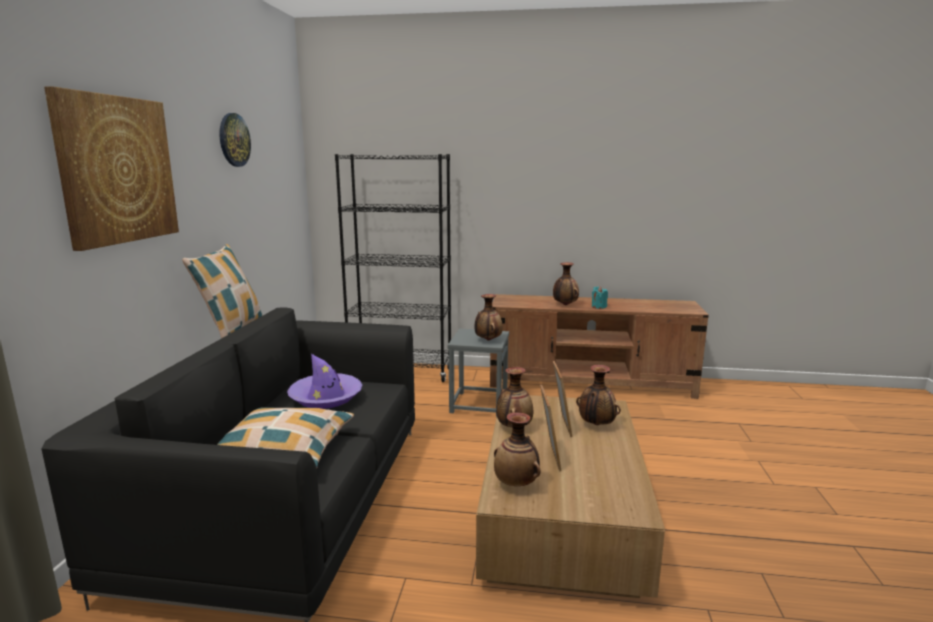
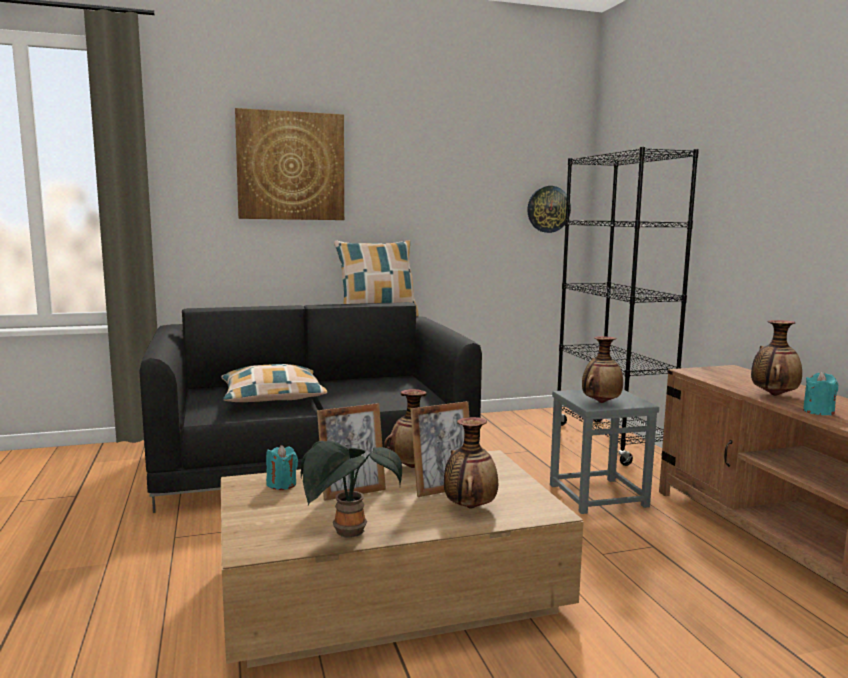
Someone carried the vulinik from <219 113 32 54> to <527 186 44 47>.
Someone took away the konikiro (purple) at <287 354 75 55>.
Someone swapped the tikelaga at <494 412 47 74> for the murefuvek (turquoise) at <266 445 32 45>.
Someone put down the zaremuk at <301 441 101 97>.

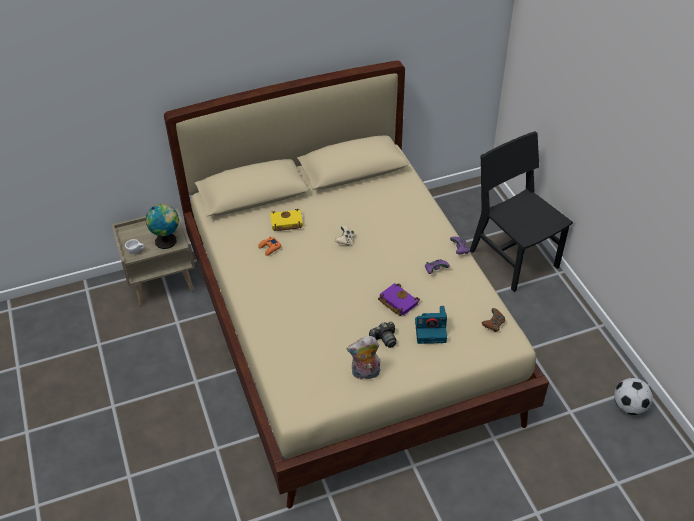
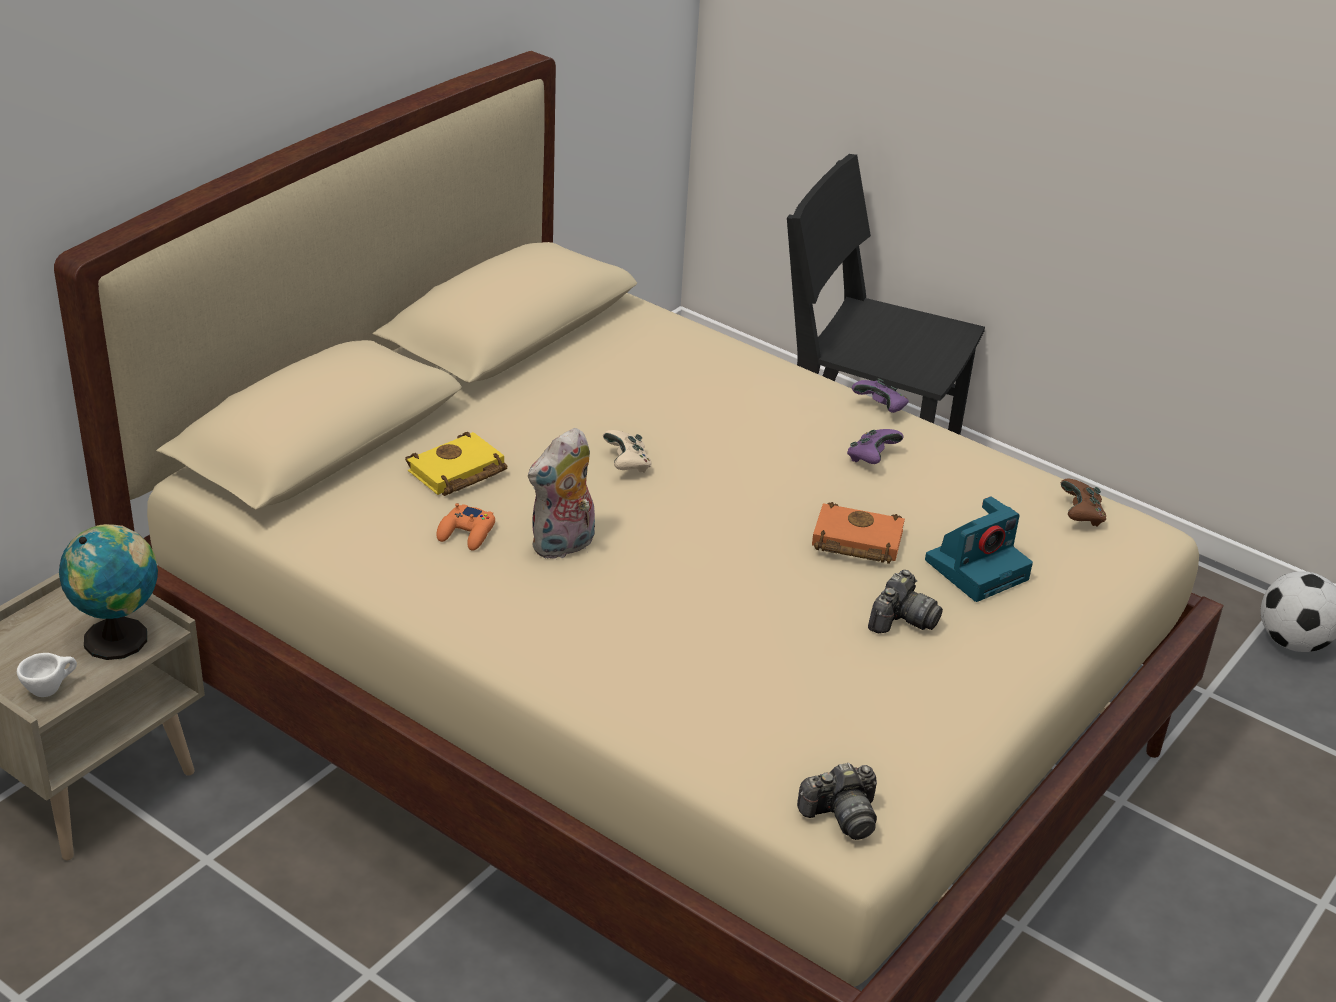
Someone carried the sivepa from <347 336 33 44> to <528 428 67 131>.
Someone repainted the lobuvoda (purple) at <378 283 42 33>, which became the lobuvoda (orange) at <812 502 93 62>.
Someone put down the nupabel at <797 763 80 77>.

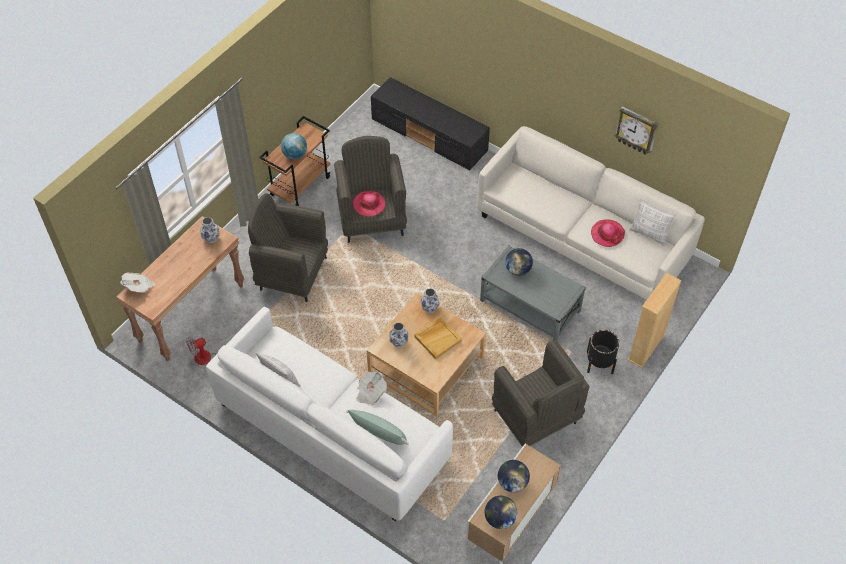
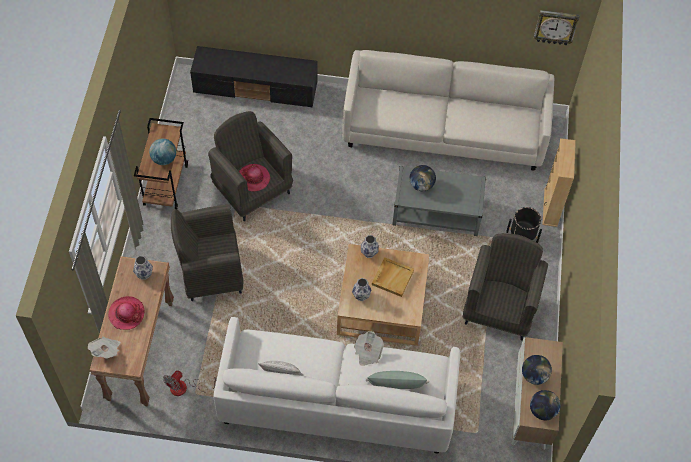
Someone rotated the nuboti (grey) at <492 340 97 107> by 105 degrees counterclockwise.
Someone carried the konikiro from <591 219 34 28> to <108 296 37 34>.
Someone carried the vulinik from <615 106 43 49> to <534 10 45 35>.
Someone took away the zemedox at <629 199 47 47>.

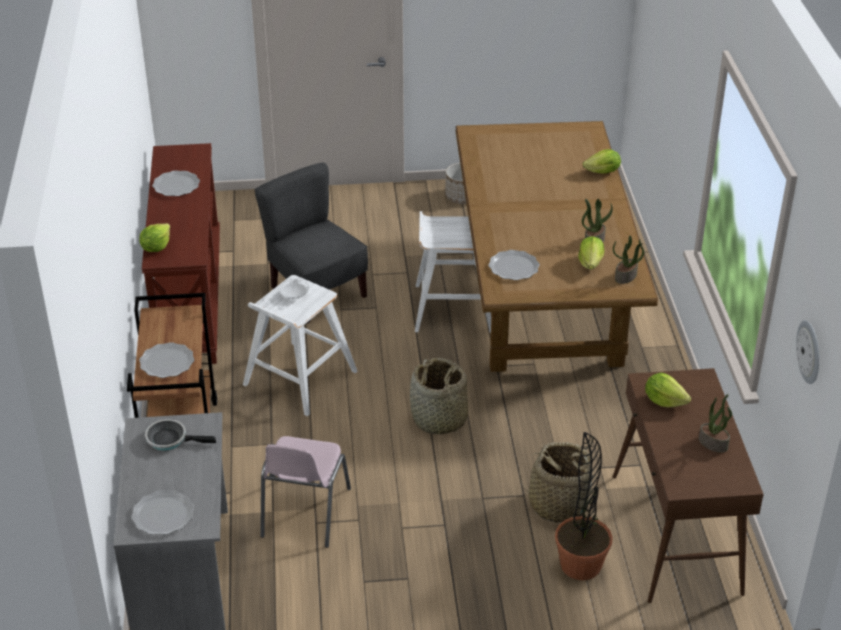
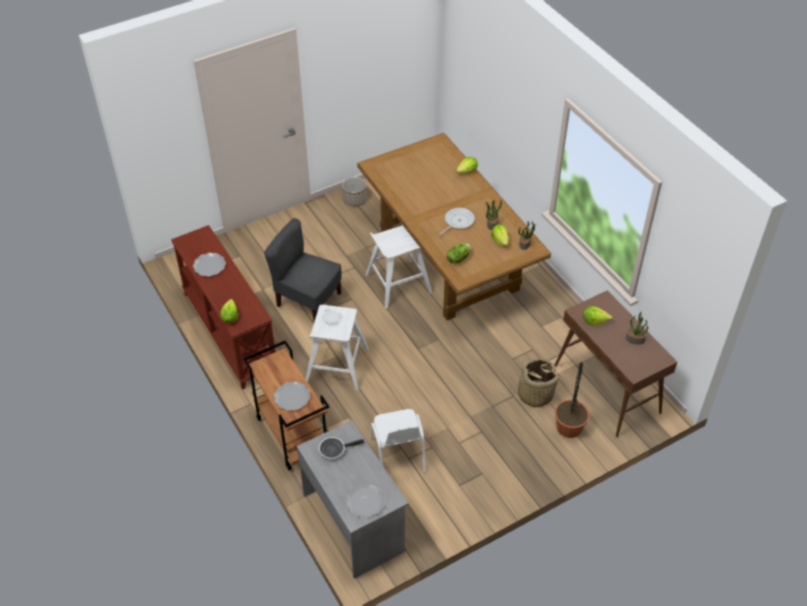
Someone repainted the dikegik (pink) at <260 436 91 112>, which became the dikegik (white) at <370 409 56 63>.
Someone took away the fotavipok at <410 357 58 77>.
Someone swapped the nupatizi at <488 250 52 30> for the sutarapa at <446 243 25 21>.
Someone took away the vulinik at <796 320 23 64>.
Someone put down the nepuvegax at <439 207 36 29>.

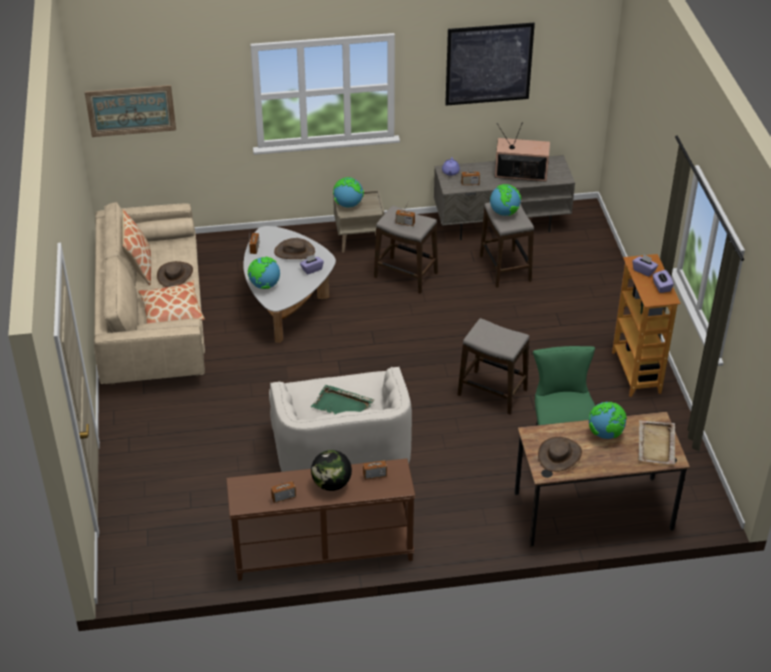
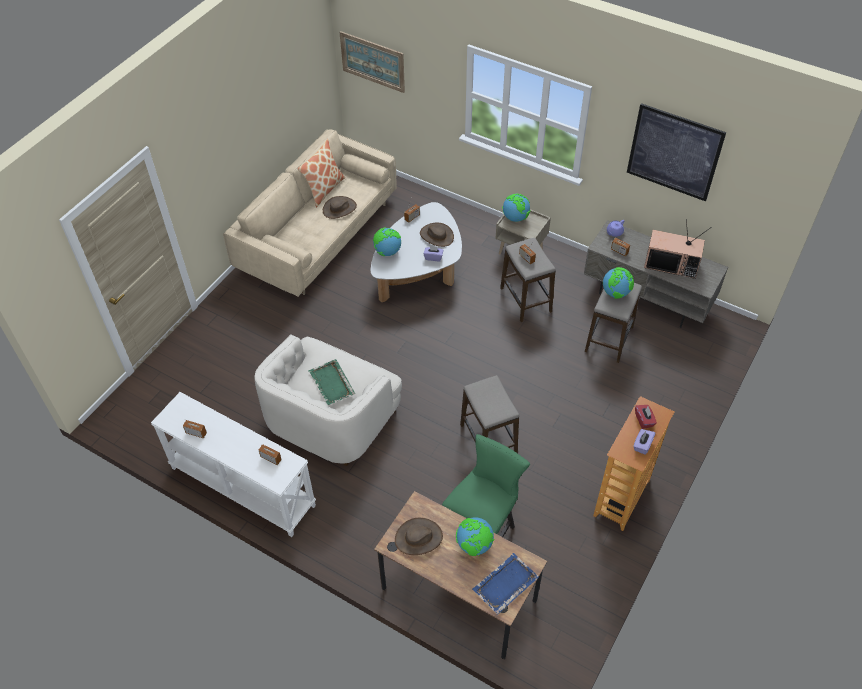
Someone took away the zemedox at <138 280 67 43>.
Someone repainted the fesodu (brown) at <226 458 189 123>, which became the fesodu (white) at <151 392 165 145>.
Someone took away the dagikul at <311 450 41 41>.
Someone rotated the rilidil at <495 122 55 60> by 150 degrees clockwise.
Someone repainted the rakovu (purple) at <632 255 26 22>, which became the rakovu (red) at <635 405 22 24>.
Someone repainted the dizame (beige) at <639 420 36 44>, which became the dizame (blue) at <472 553 67 62>.

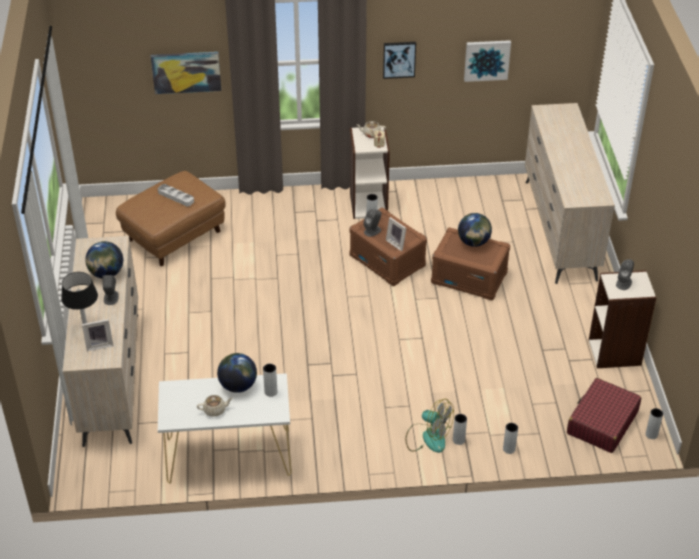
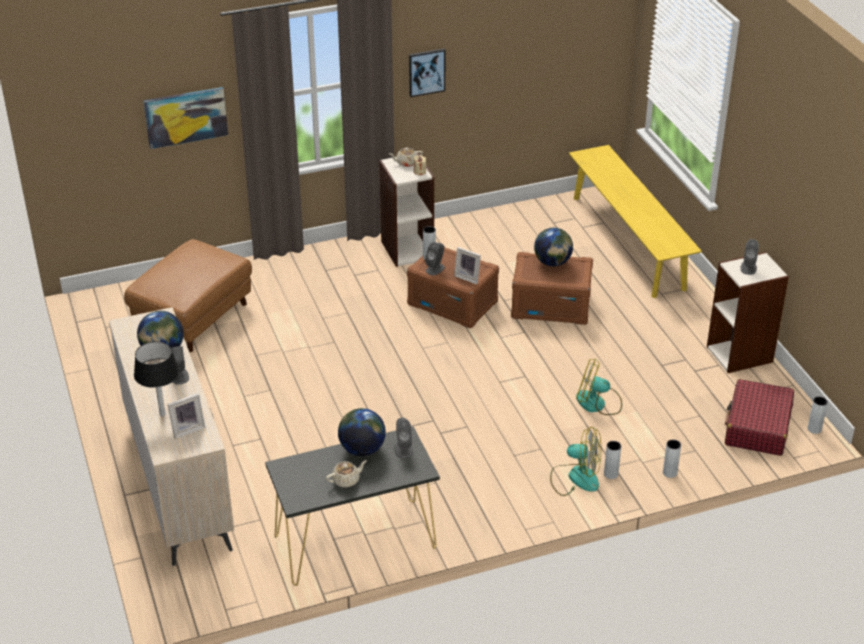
Someone took away the dizame (grey) at <158 184 36 22>.
Someone repainted the fesodu (white) at <158 373 134 111>, which became the fesodu (black) at <265 426 175 160>.
Someone swapped the tikelaga (grey) at <263 363 14 34> for the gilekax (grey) at <394 418 19 40>.
Someone took away the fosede at <464 40 47 42>.
Someone swapped the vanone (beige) at <525 103 90 181> for the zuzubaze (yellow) at <569 145 133 153>.
Someone put down the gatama at <576 358 46 57>.

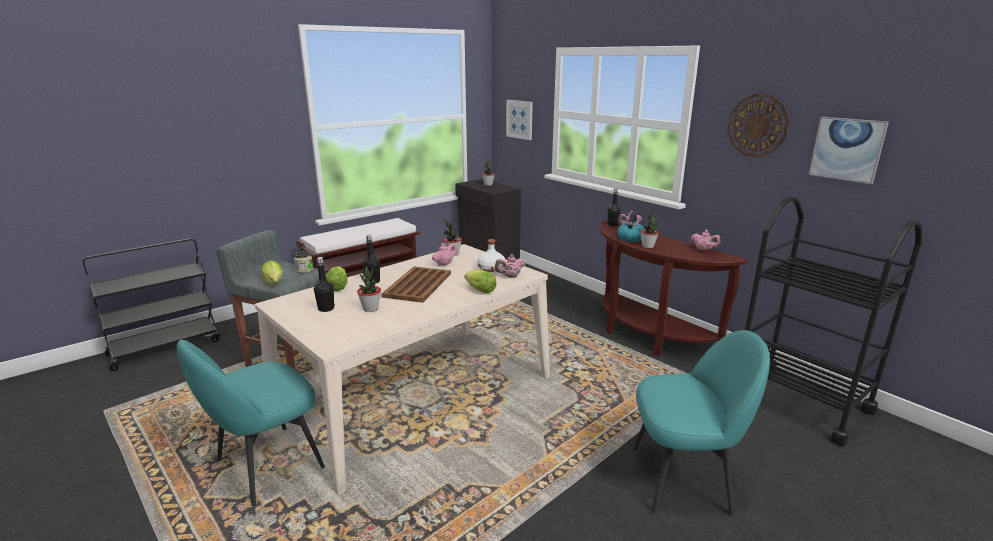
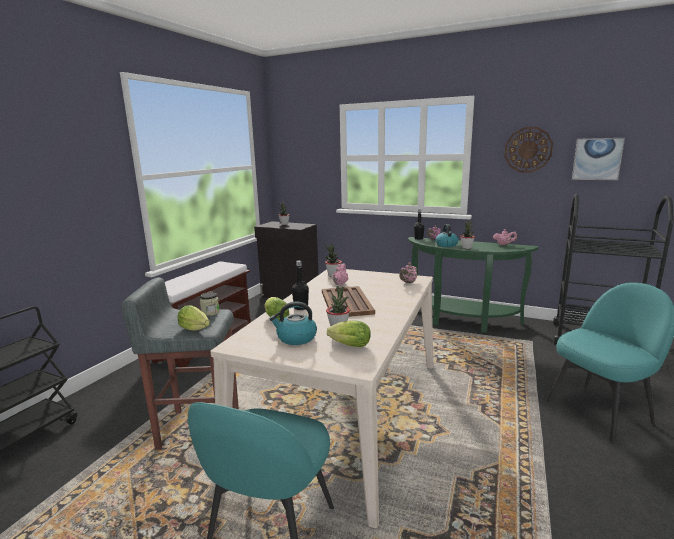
Someone swapped the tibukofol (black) at <314 257 21 55> for the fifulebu at <269 302 48 43>.
Someone carried the sutarapa from <464 270 32 23> to <327 320 44 27>.
Someone took away the tibukofol (white) at <477 239 29 33>.
Someone took away the fosede at <506 100 27 40>.
Someone repainted the fesodu (brown) at <600 220 148 137>, which became the fesodu (green) at <408 237 130 96>.

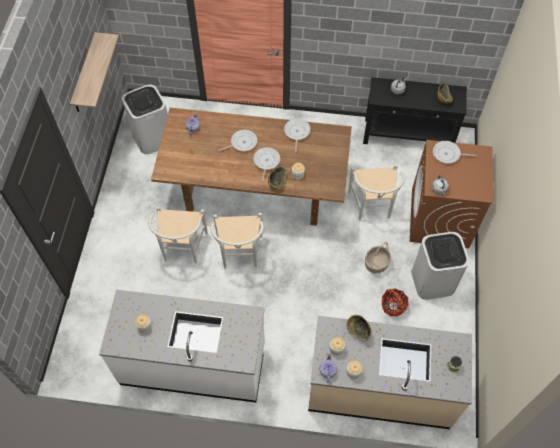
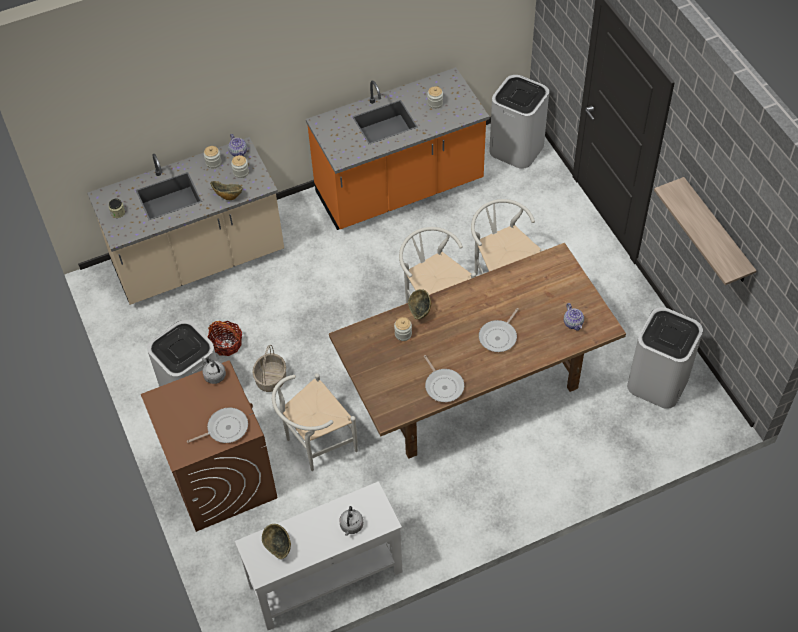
Someone repainted the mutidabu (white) at <99 290 166 112>, which became the mutidabu (orange) at <306 67 183 163>.
Someone took away the nepuvegax at <253 147 27 36>.
Someone rotated the dikegik (white) at <348 164 57 57> by 90 degrees counterclockwise.
Someone repainted the fesodu (black) at <363 77 104 67>, which became the fesodu (white) at <235 481 168 149>.
Someone put down the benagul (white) at <489 75 60 94>.

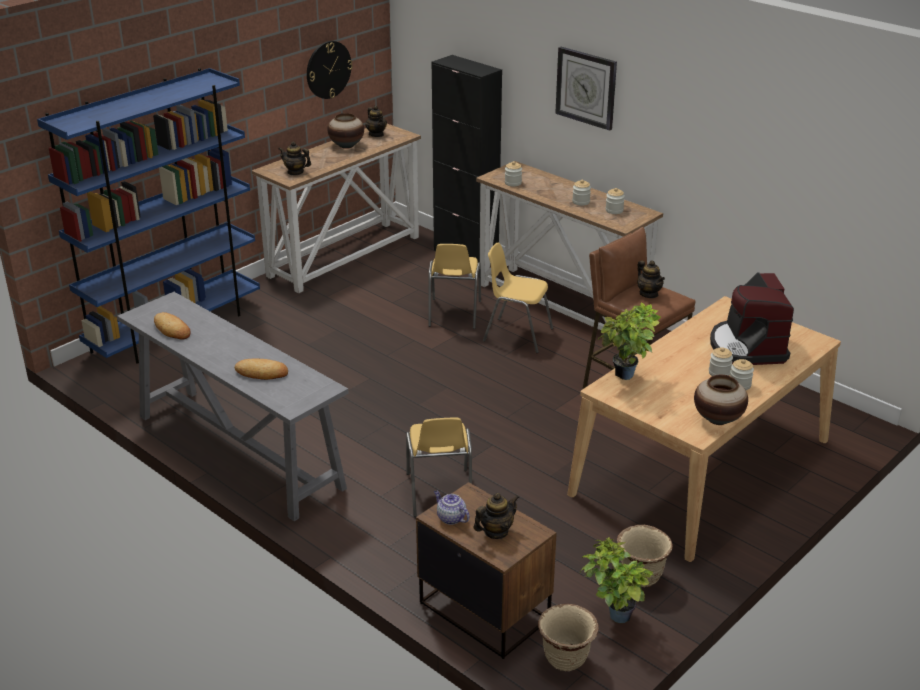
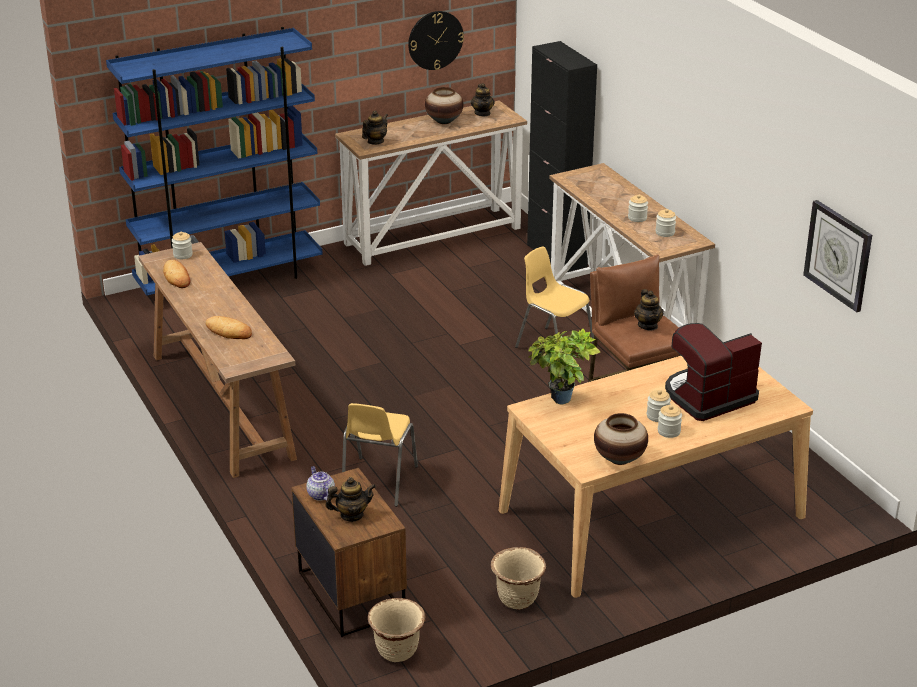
Someone repainted the fesodu (grey) at <117 292 231 229>, which became the fesodu (brown) at <138 242 159 236>.
Someone rotated the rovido at <279 141 32 34> by 90 degrees clockwise.
Someone took away the dikegik (yellow) at <428 244 53 85>.
Someone carried the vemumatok from <505 161 17 26> to <172 232 21 27>.
Someone carried the vulinik from <555 47 62 84> to <803 200 69 113>.
Someone took away the zaremuk at <580 537 73 86>.
Someone rotated the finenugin at <710 272 84 93> by 45 degrees clockwise.

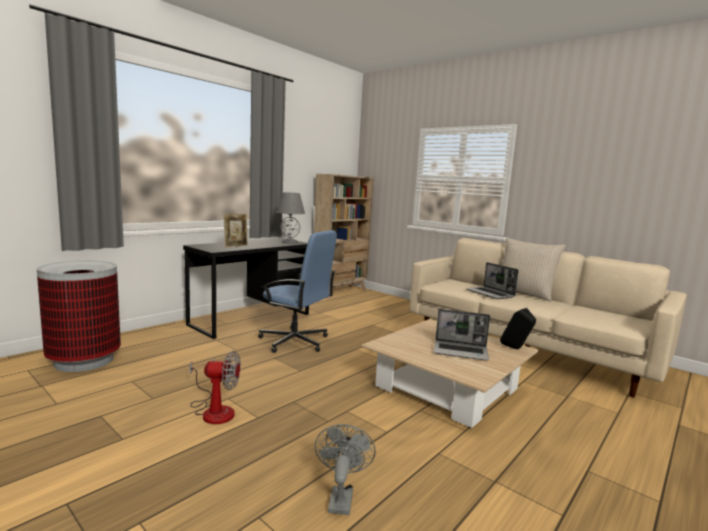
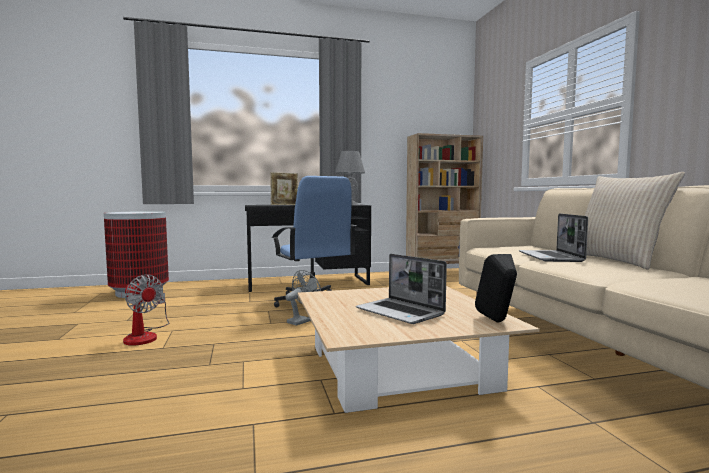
Someone carried the gatama (grey) from <315 424 61 91> to <285 270 36 56>.

